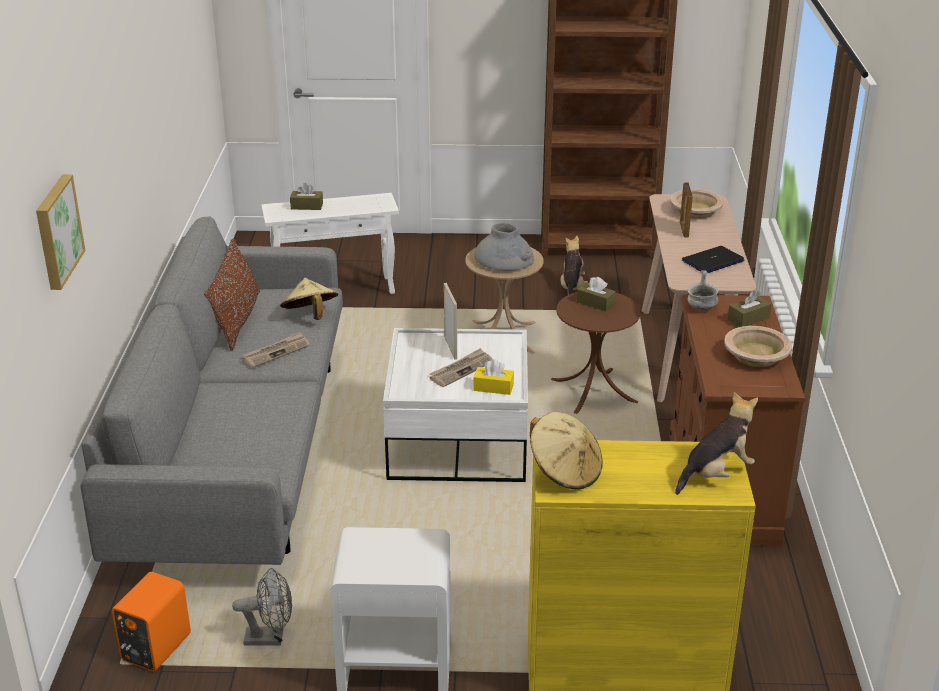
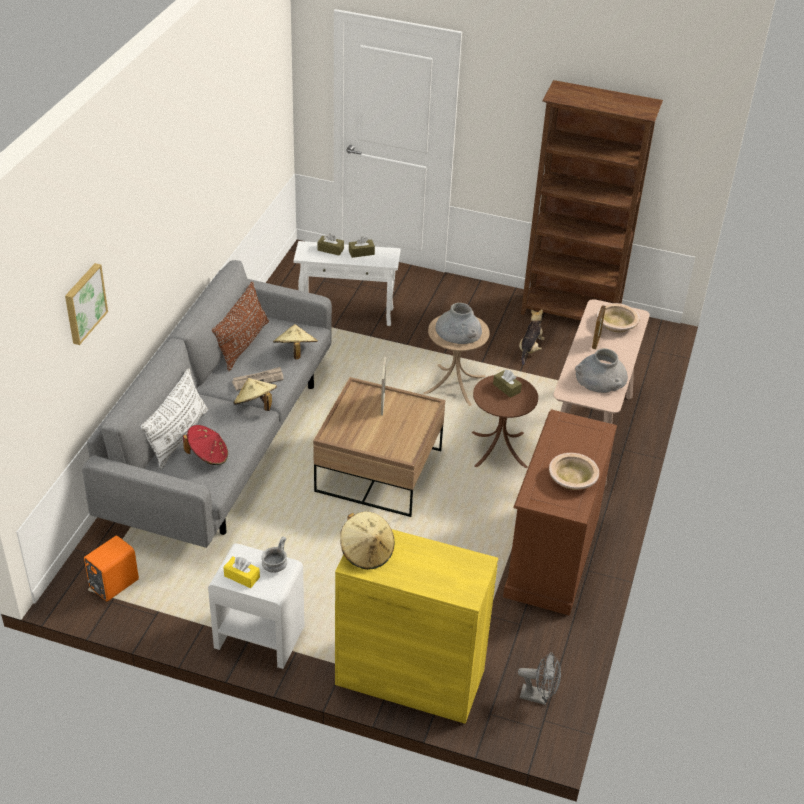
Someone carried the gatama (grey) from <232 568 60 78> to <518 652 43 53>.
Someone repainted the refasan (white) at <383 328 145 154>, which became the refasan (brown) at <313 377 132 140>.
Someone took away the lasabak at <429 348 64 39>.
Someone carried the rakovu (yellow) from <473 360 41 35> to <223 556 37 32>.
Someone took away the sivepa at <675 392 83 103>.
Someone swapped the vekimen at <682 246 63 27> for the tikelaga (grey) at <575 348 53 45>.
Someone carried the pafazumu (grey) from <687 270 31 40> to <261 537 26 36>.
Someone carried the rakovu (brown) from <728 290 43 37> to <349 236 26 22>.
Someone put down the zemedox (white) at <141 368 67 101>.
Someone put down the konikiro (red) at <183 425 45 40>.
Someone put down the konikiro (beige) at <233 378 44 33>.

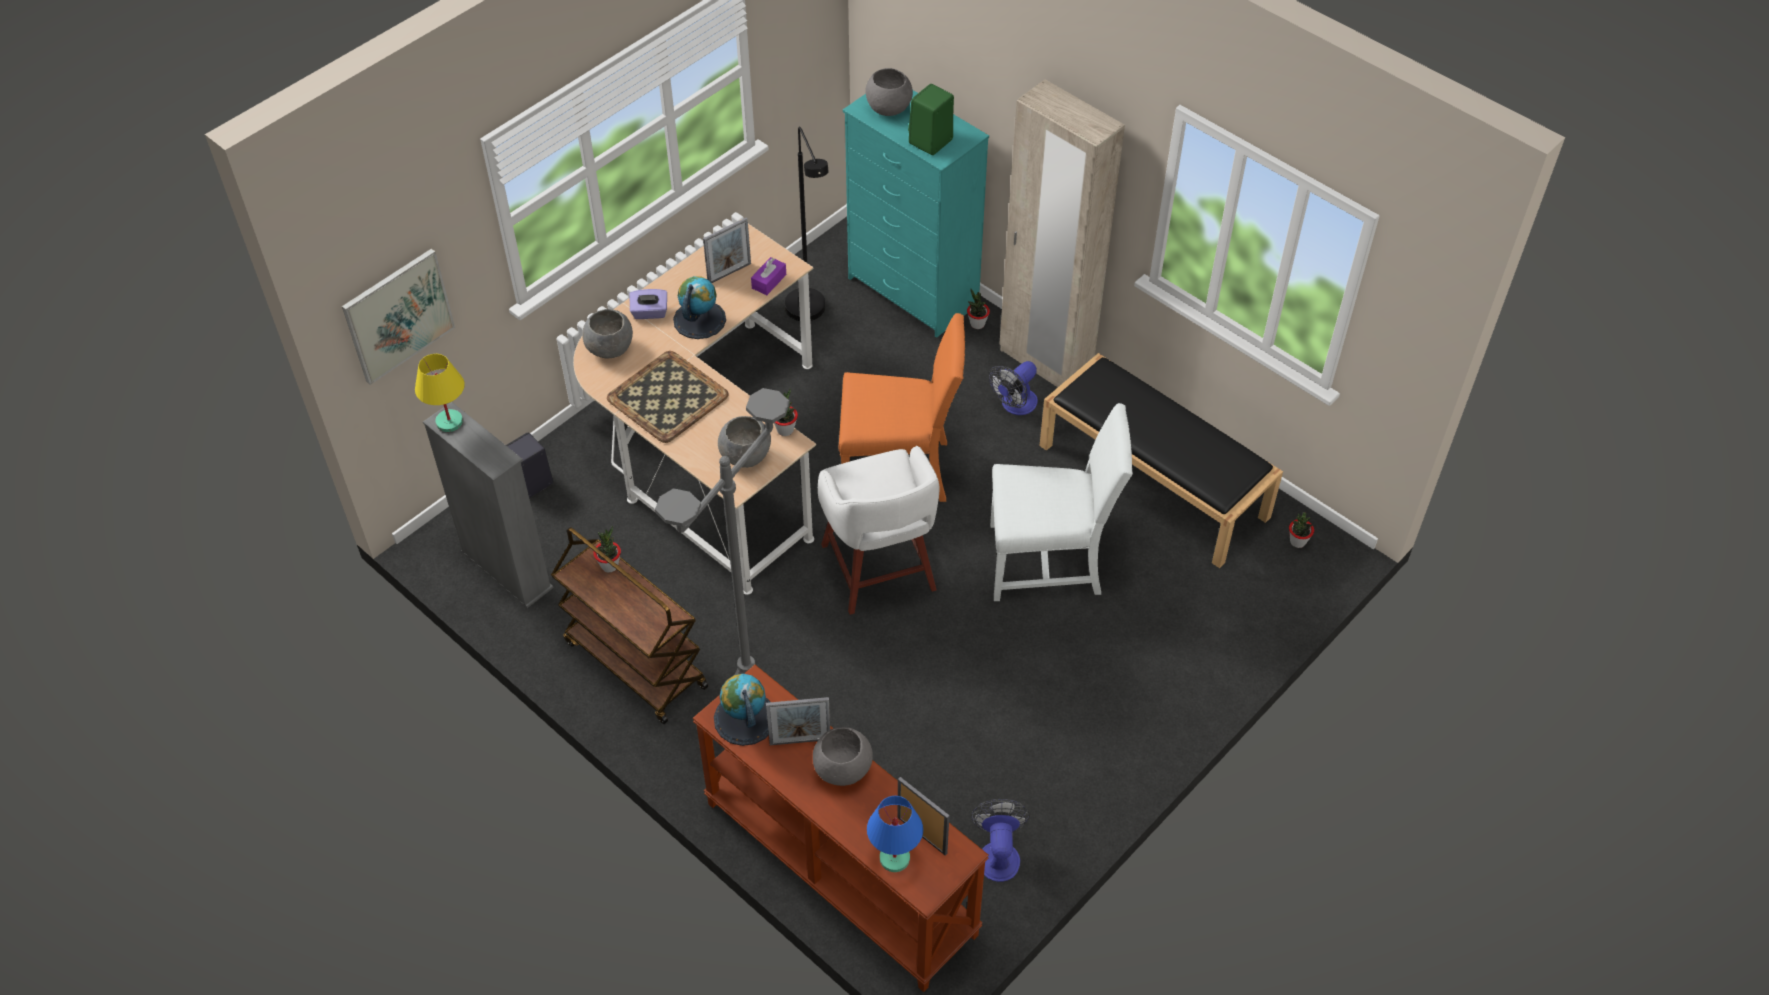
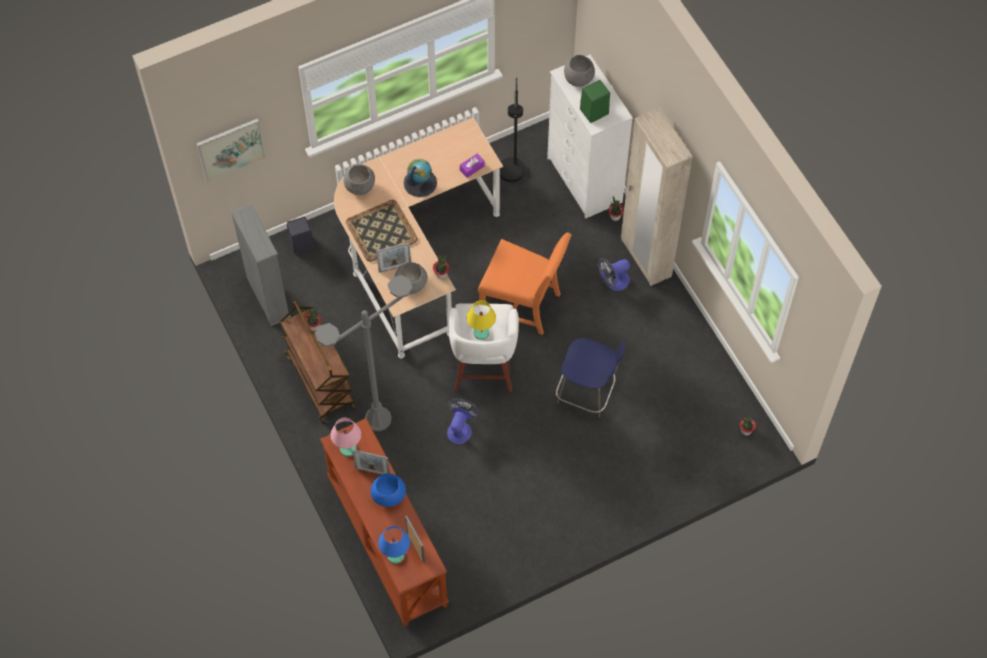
Someone carried the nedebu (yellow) from <415 354 50 78> to <467 300 29 40>.
Someone took away the rakovu (purple) at <629 289 38 30>.
Someone carried the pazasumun from <703 218 48 65> to <376 242 35 31>.
Someone swapped the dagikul at <714 674 56 72> for the nedebu (pink) at <331 418 30 38>.
Someone repainted the pafazumu (grey) at <813 727 60 59>, which became the pafazumu (blue) at <371 473 35 34>.
Someone repainted the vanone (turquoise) at <843 90 146 248>, which became the vanone (white) at <547 54 86 165>.
Someone carried the gatama from <971 799 59 83> to <447 398 33 46>.
Someone swapped the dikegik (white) at <990 403 143 198> for the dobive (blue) at <556 338 71 83>.
Someone took away the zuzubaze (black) at <1039 353 244 215>.

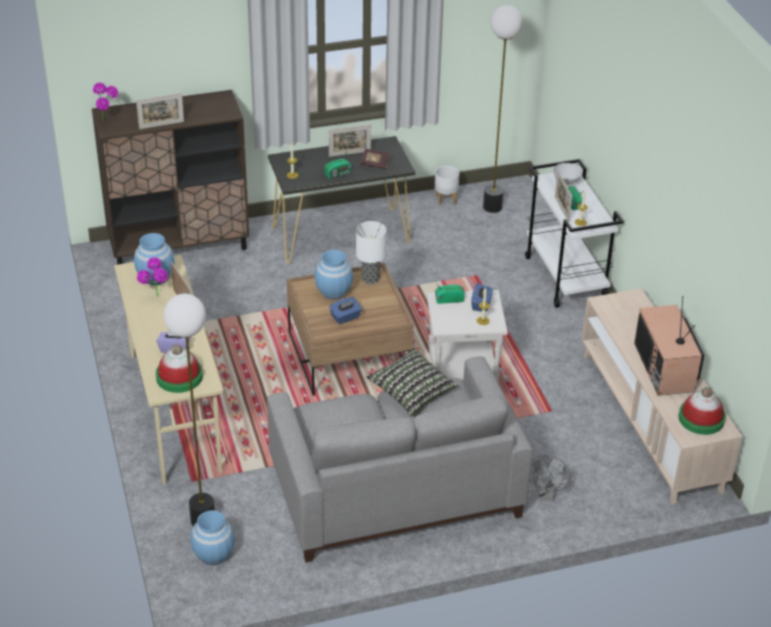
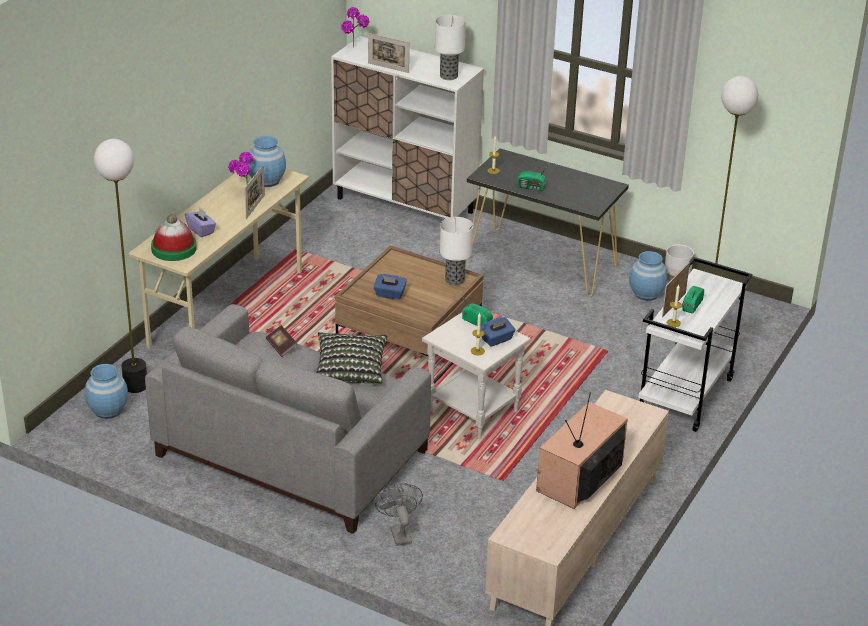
Someone repainted the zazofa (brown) at <92 90 157 174>, which became the zazofa (white) at <331 36 153 182>.
Someone carried the tikelaga (blue) from <314 250 39 50> to <629 251 39 50>.
Someone took away the pazasumun at <329 125 42 32>.
Someone carried the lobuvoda from <361 149 29 20> to <266 325 32 32>.
Someone rotated the gatama (grey) at <530 455 41 46> by 105 degrees clockwise.
Someone took away the pafazumu (white) at <553 163 30 22>.
Someone took away the konikiro at <678 387 48 48>.
Someone put down the nedebu at <435 15 31 65>.

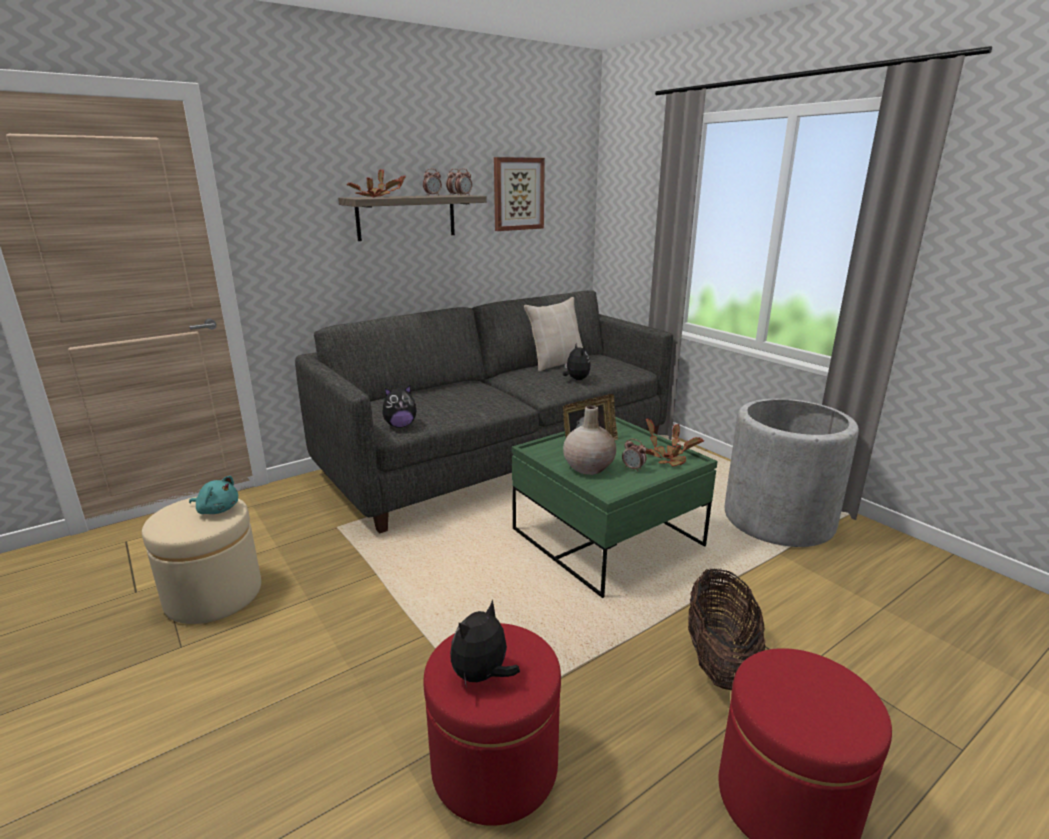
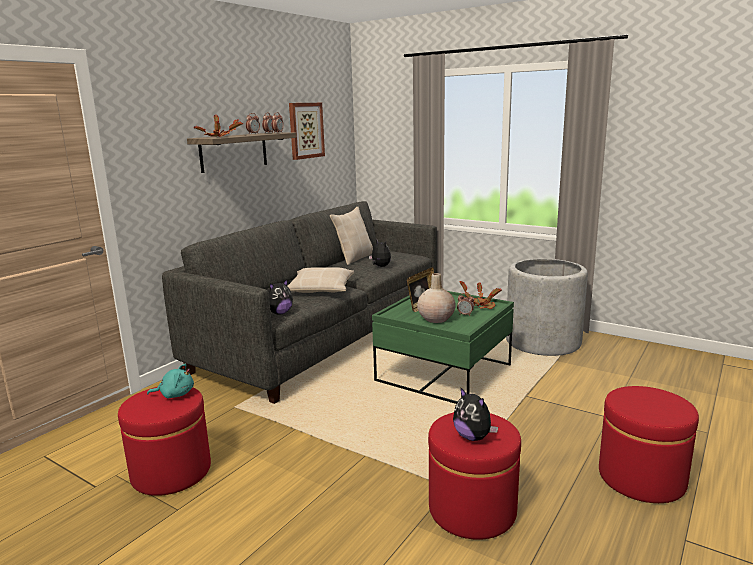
Someone repainted the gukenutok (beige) at <142 497 119 127>, which became the gukenutok (red) at <118 387 93 109>.
Someone rotated the sivepa at <450 600 70 88> by 60 degrees counterclockwise.
Someone took away the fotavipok at <688 568 77 122>.
Someone put down the zemedox (beige) at <287 267 67 26>.

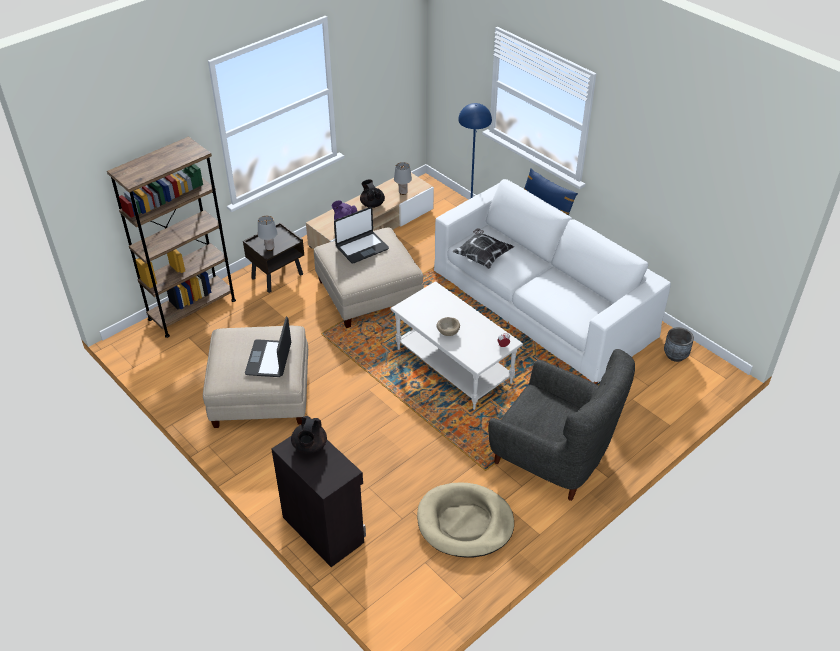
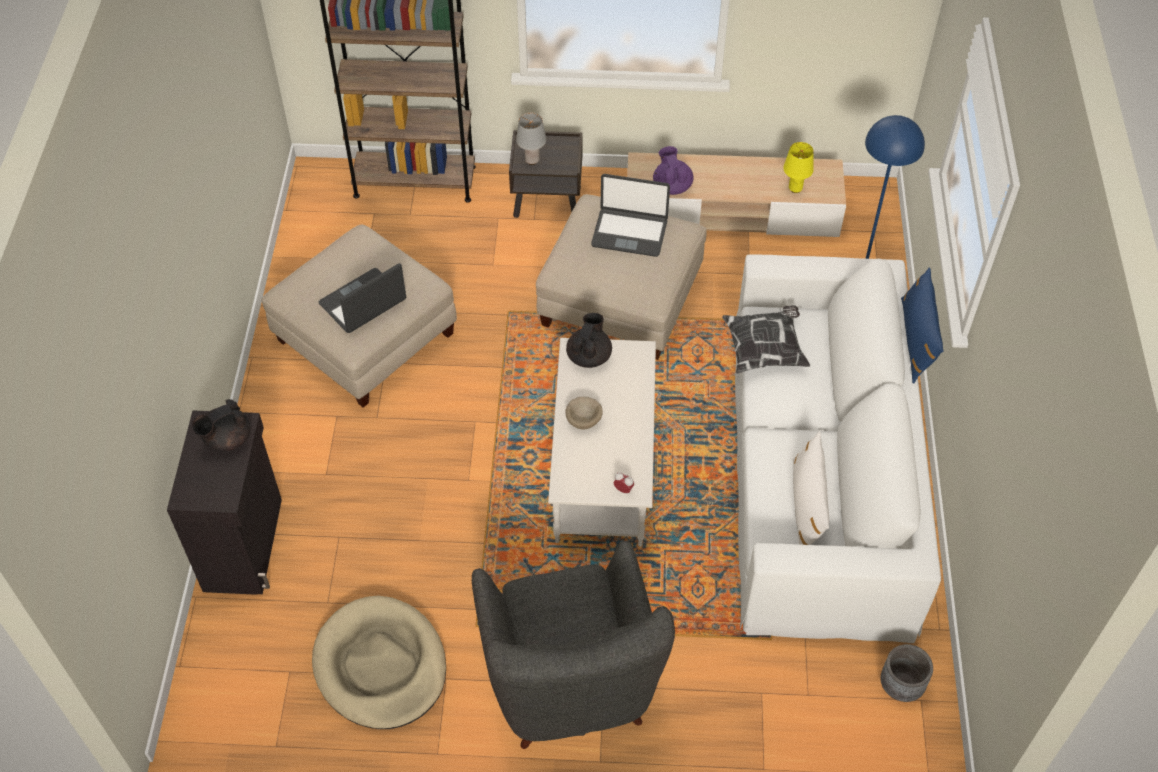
Someone carried the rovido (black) from <360 179 25 29> to <566 313 46 55>.
Someone repainted the nedebu (grey) at <394 162 18 33>, which became the nedebu (yellow) at <783 142 31 51>.
Someone put down the zemedox (white) at <793 431 36 114>.

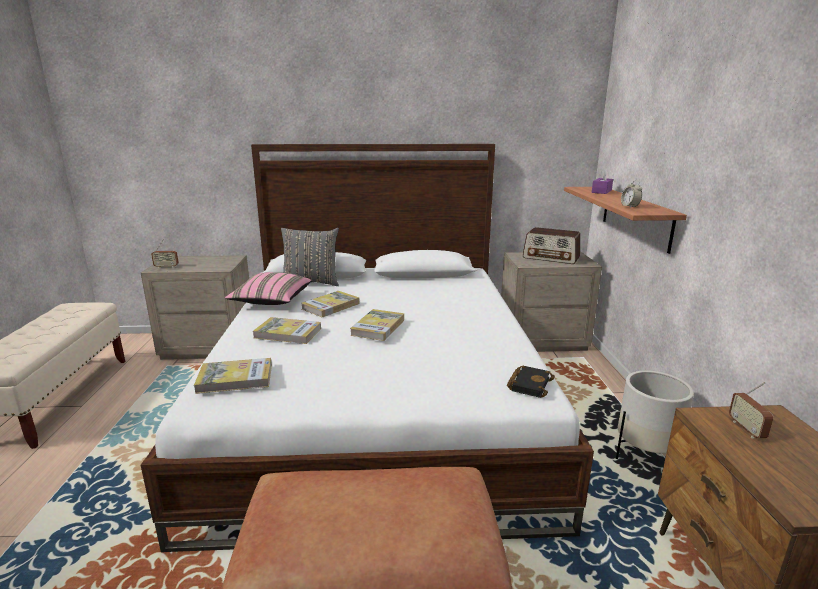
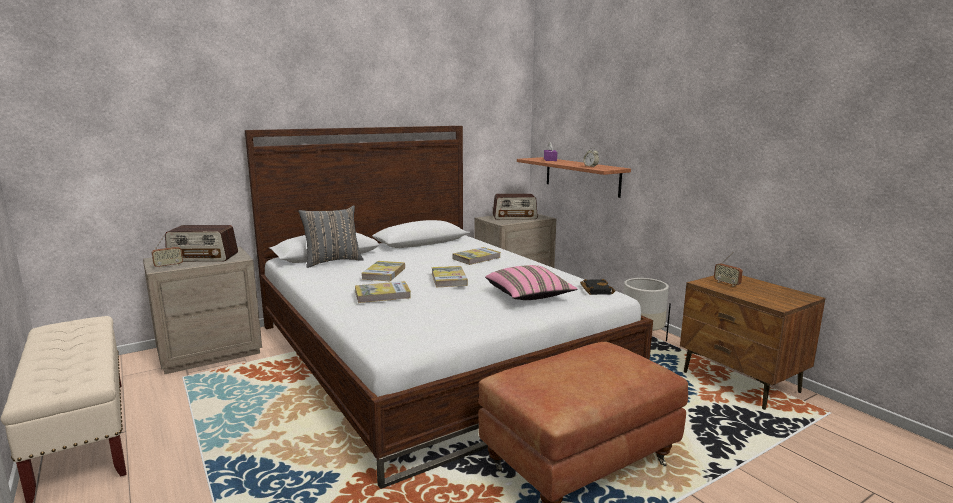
Someone carried the lobuvoda from <194 358 78 36> to <453 247 48 18>.
Someone carried the zemedox (pink) from <225 272 86 33> to <485 265 93 35>.
Someone put down the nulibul at <165 225 73 37>.

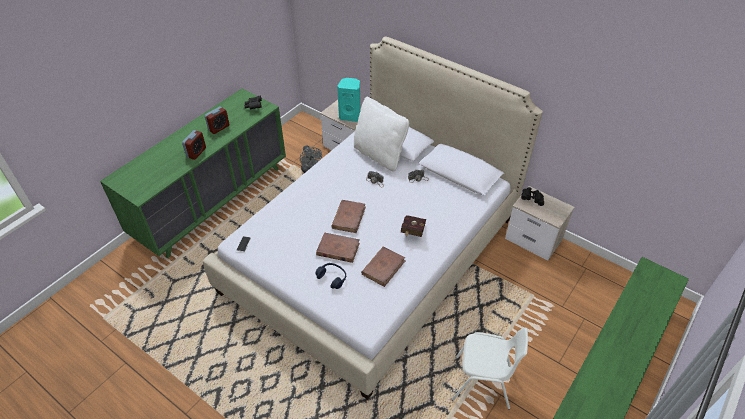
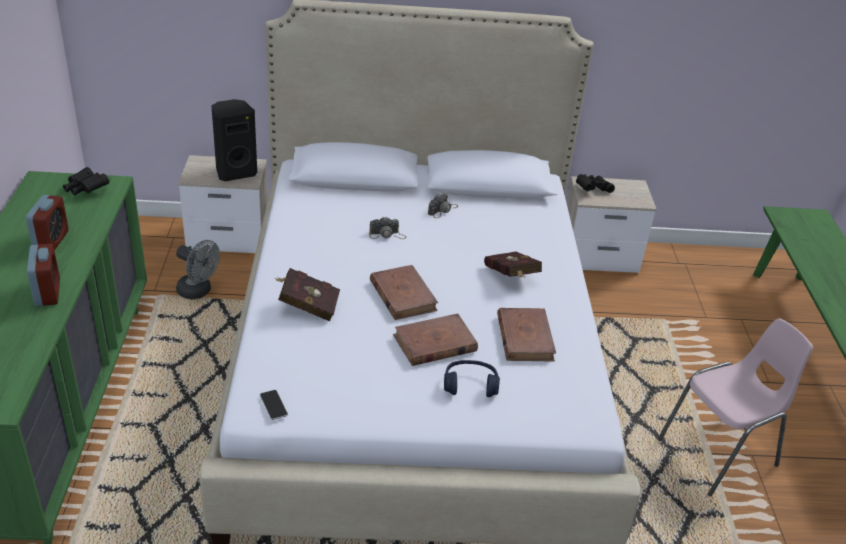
Someone repainted the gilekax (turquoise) at <337 78 23 44>, which became the gilekax (black) at <211 99 46 83>.
Someone took away the zemedox (white) at <354 97 55 74>.
Someone repainted the dikegik (white) at <451 327 77 82>, which became the dikegik (pink) at <658 318 155 178>.
Someone put down the lobuvoda (red) at <275 268 65 53>.

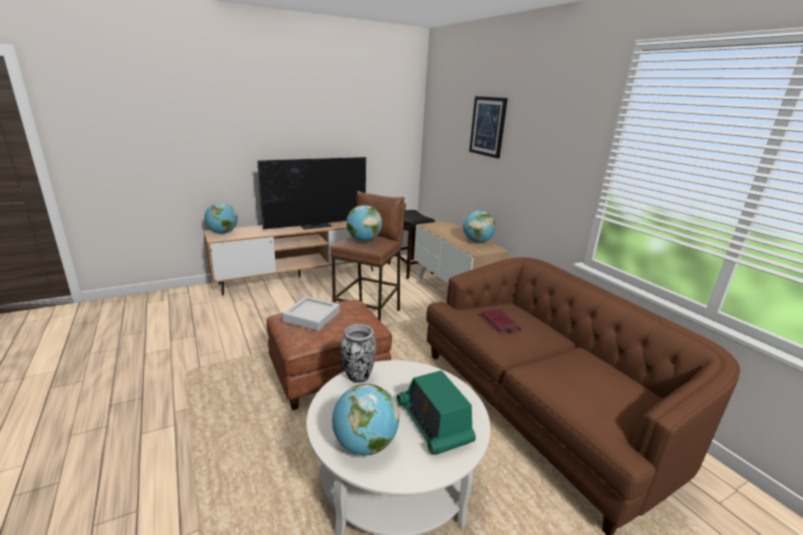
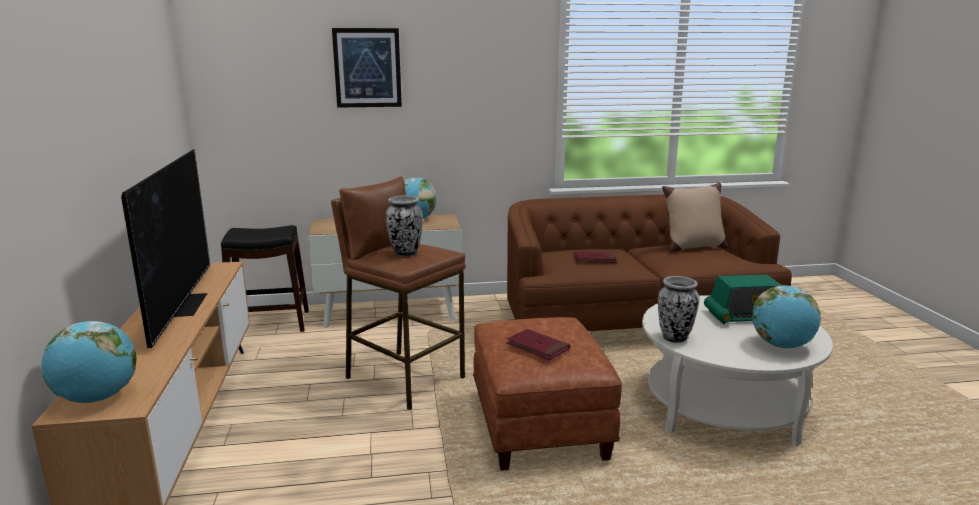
Someone swapped the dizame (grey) at <282 296 58 35> for the lobuvoda (red) at <506 329 64 31>.
Someone swapped the dagikul at <346 205 36 37> for the tikelaga at <385 195 38 61>.
Someone put down the zemedox (beige) at <662 183 66 69>.

